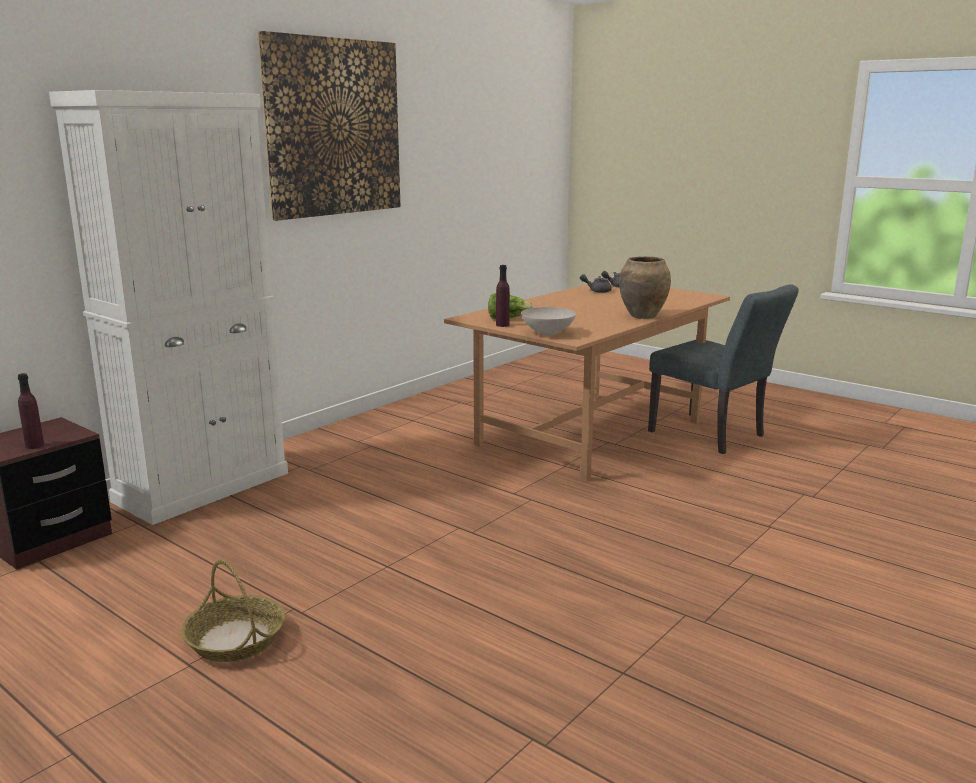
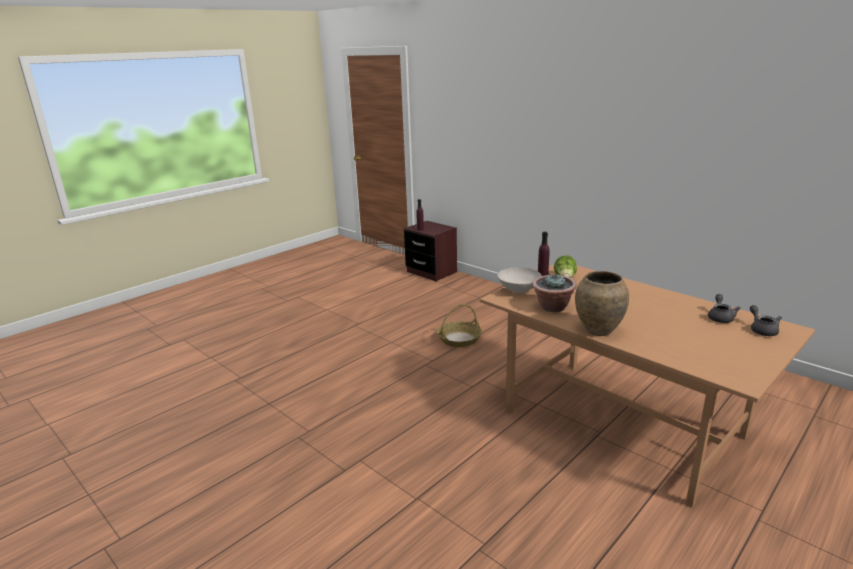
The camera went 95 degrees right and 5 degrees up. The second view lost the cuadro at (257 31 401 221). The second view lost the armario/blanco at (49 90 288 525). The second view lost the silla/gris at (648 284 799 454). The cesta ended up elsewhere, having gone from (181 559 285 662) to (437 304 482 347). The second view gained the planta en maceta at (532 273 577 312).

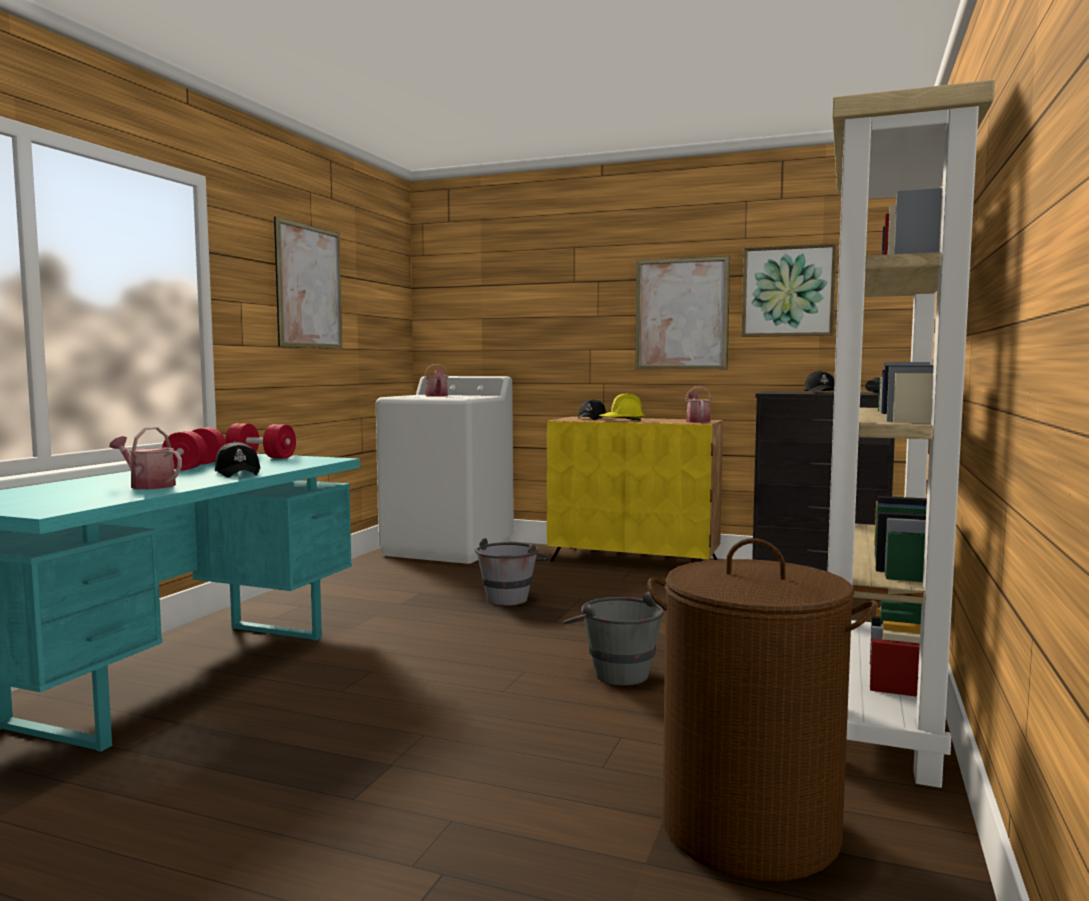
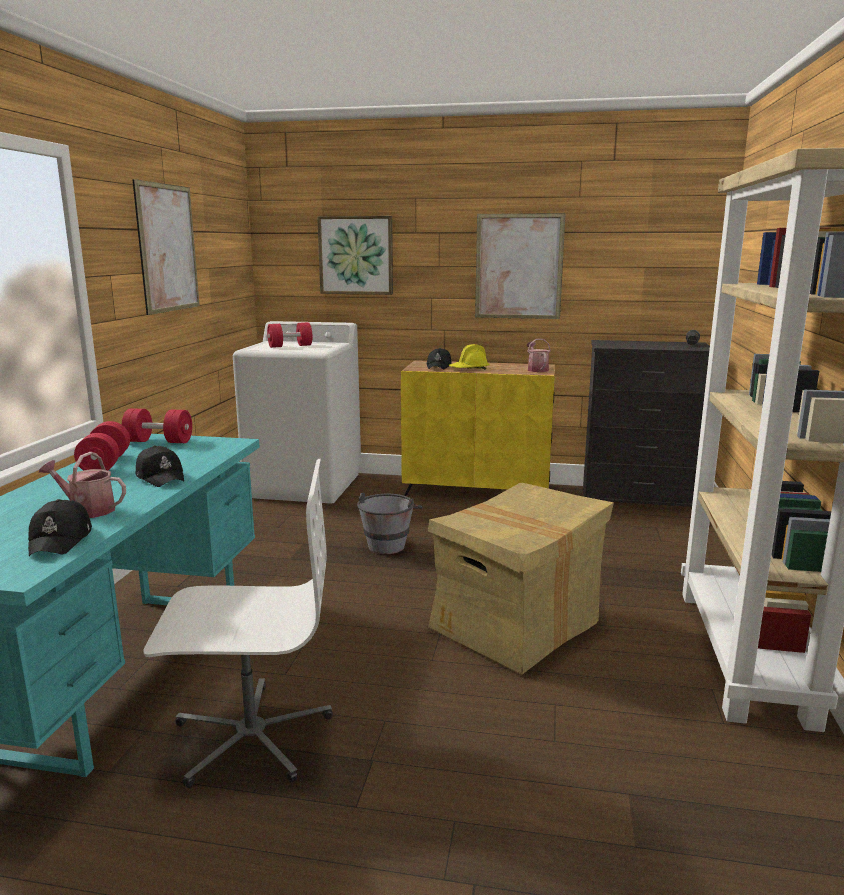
The camera went 10 degrees left and 10 degrees up. The cuadro ended up elsewhere, having gone from (741 243 836 337) to (317 216 393 295). Where the regadera stood at (424 364 449 397), the mancuerna/rojo came to stand at (267 322 312 348). The gorra/negro ended up elsewhere, having gone from (804 371 835 393) to (28 499 92 556). The second view lost the cesto de la ropa/marrón at (647 538 878 881). Where the cubo/gris stood at (563 591 664 685), the caja de cartón came to stand at (428 483 614 675). The second view gained the silla de oficina/blanco at (143 459 333 788).

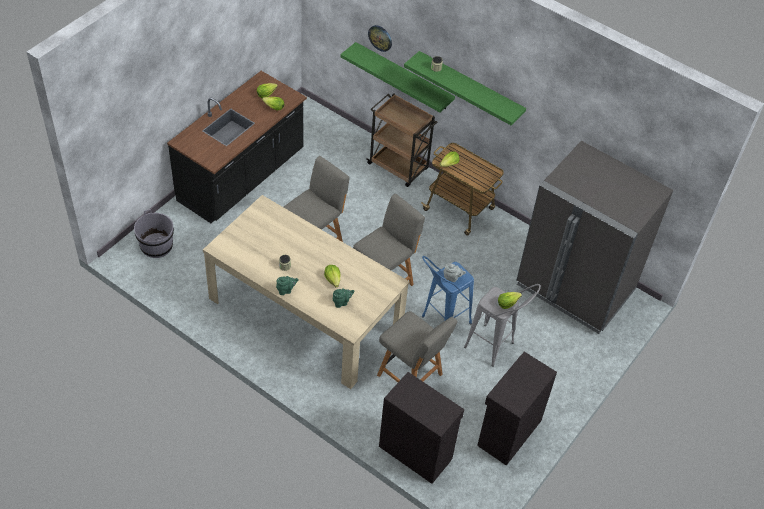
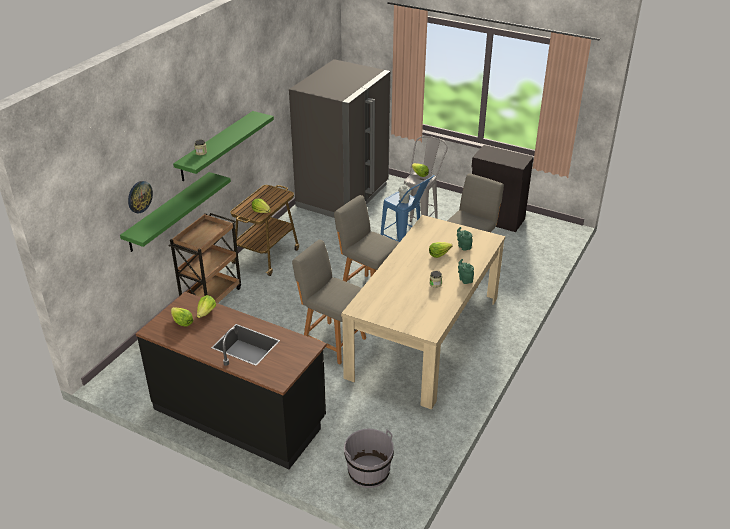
The camera went 95 degrees left and 15 degrees down. The second view lost the armario/negro at (379 372 464 484).

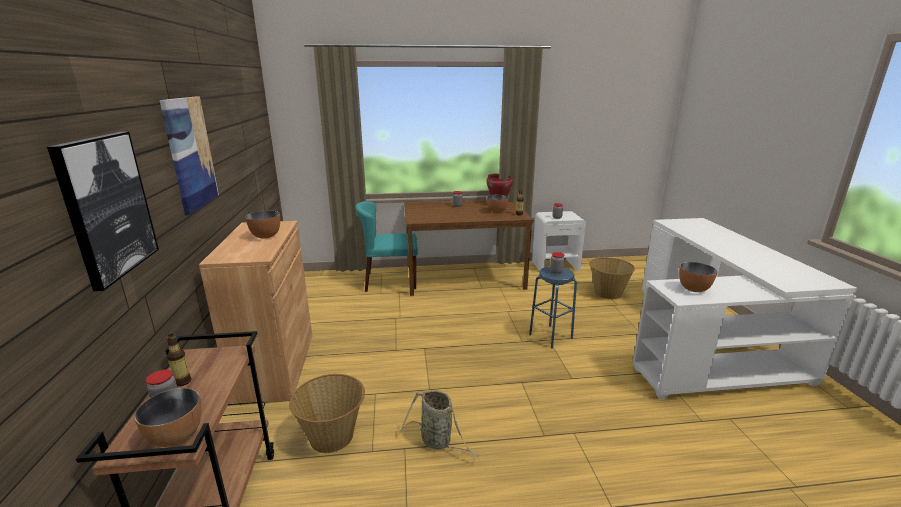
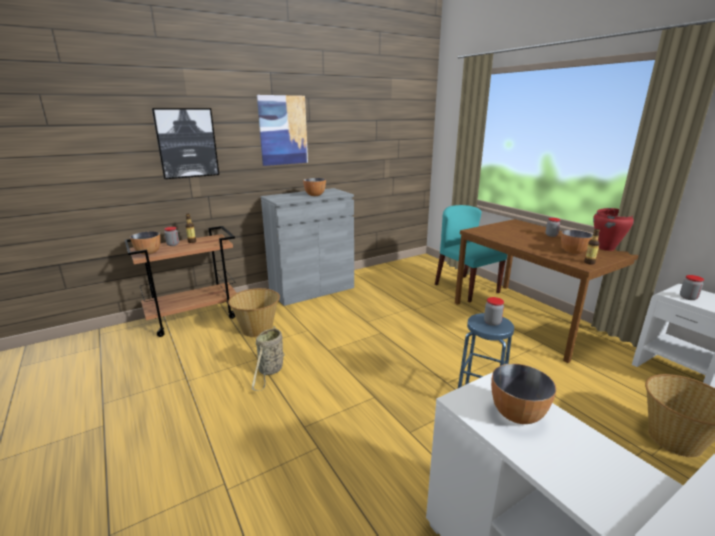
The camera went 65 degrees right and 0 degrees up. What was the armario/marrón at (199 221 312 404) turned into the armario/gris at (261 188 354 306).

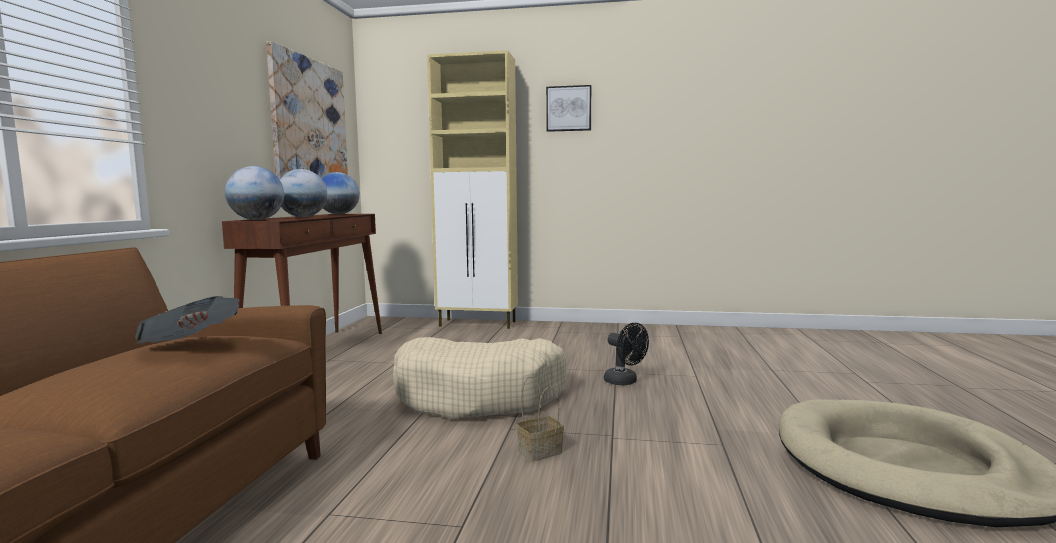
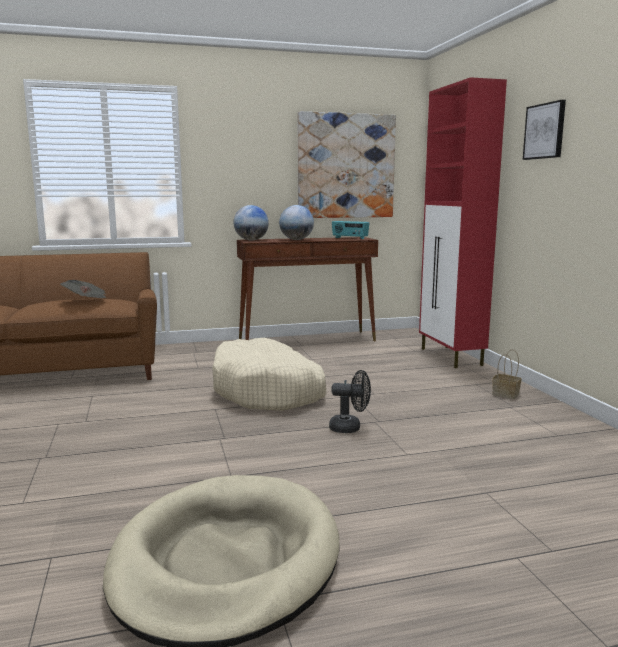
The camera went 65 degrees right and 5 degrees up. What was the armario/beis at (427 50 518 329) turned into the armario/rojo at (419 77 507 368). Where the globo terráqueo stood at (321 172 360 214), the radio came to stand at (332 221 370 239). The ventilador/negro at (604 323 649 385) ended up facing another way, 105 degrees counterclockwise from before. The cesta ended up elsewhere, having gone from (516 376 564 461) to (492 349 522 399).

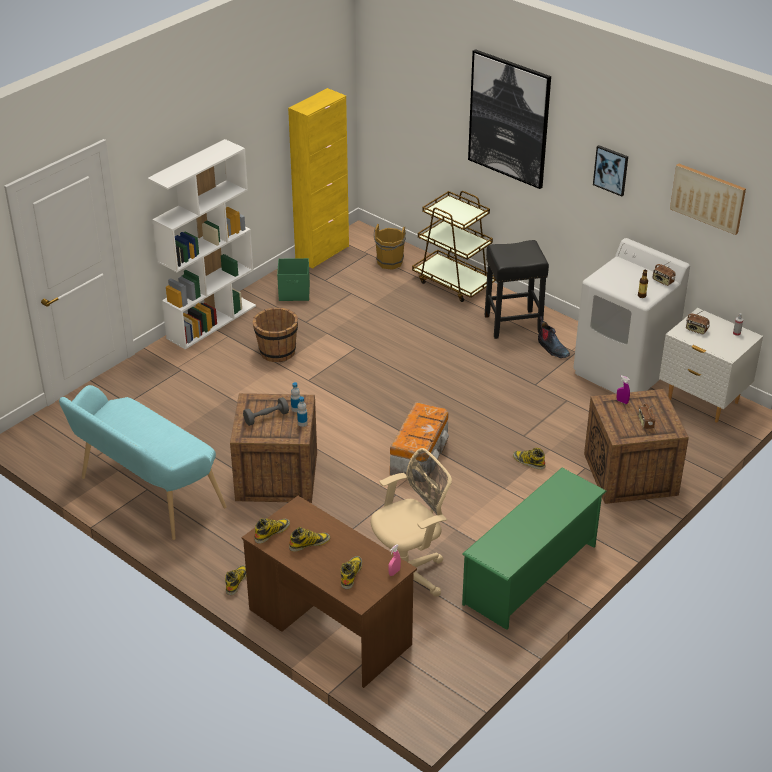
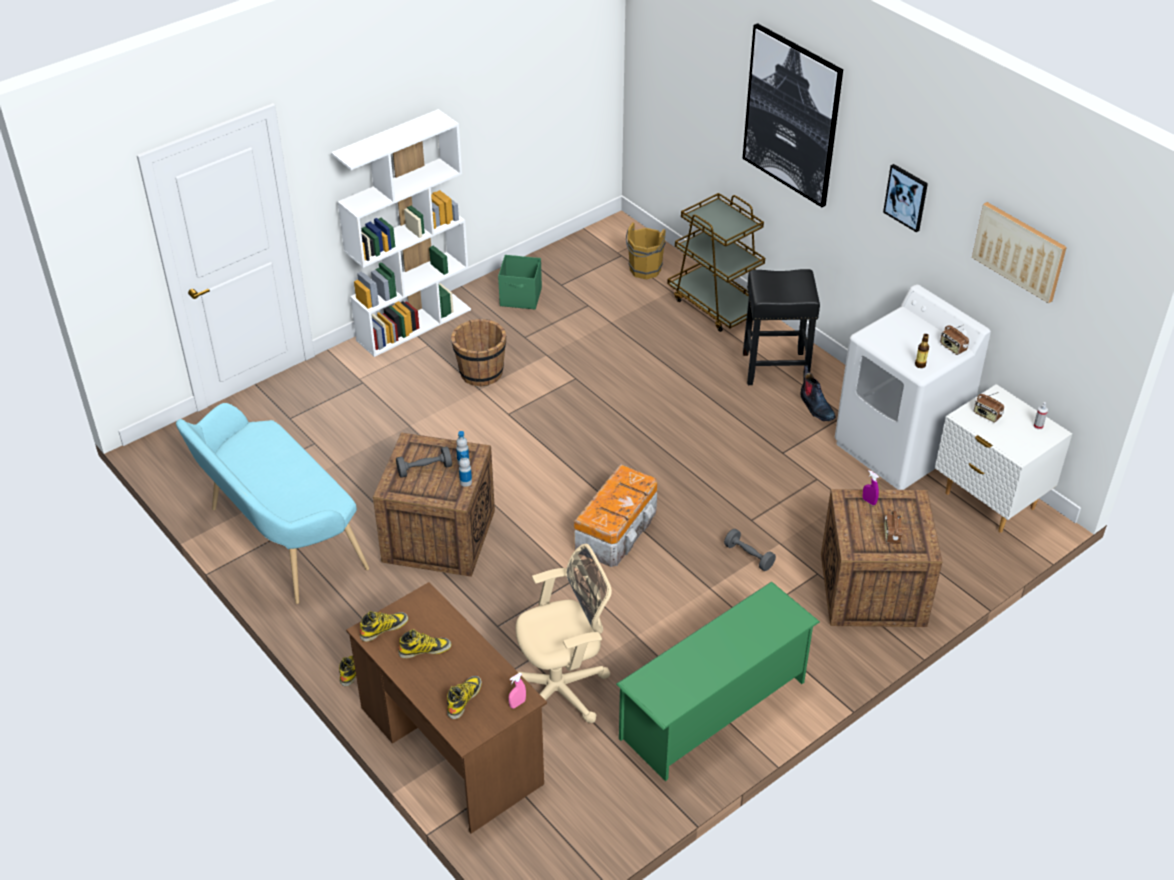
The camera went 10 degrees right and 5 degrees up. The second view lost the armario/amarillo at (288 88 349 268). Where the bota stood at (513 448 546 470), the mancuerna/gris came to stand at (724 529 776 571).

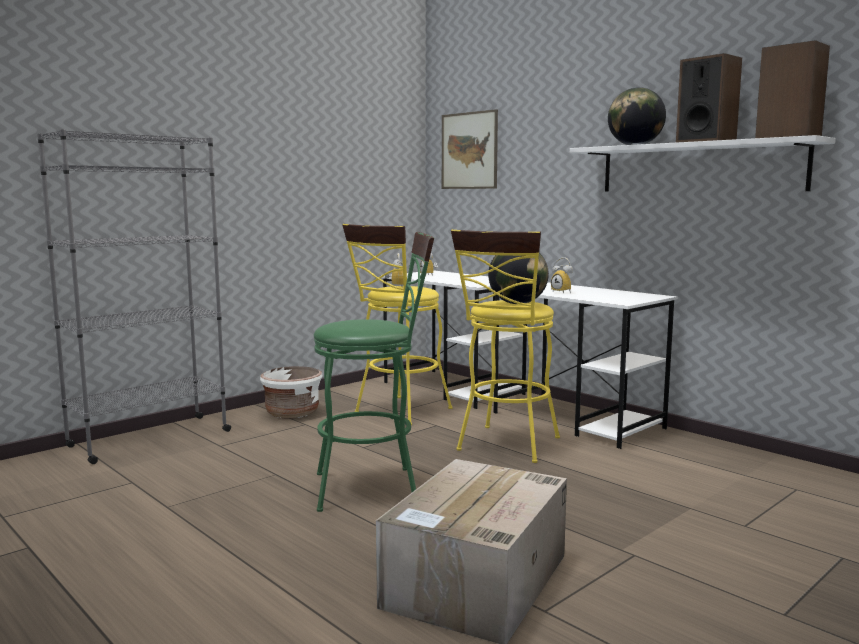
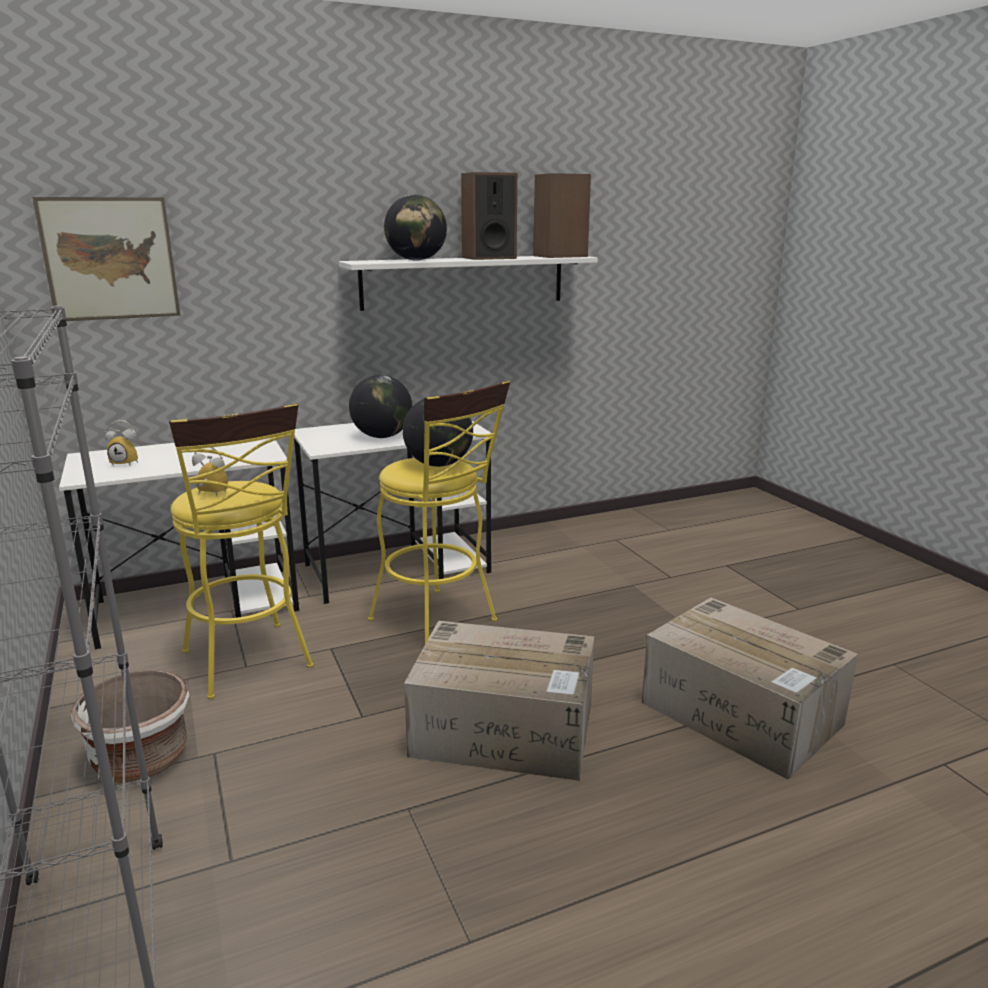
The camera went 70 degrees left and 10 degrees up. Where the taburete/verde stood at (314 232 434 512), the caja de cartón came to stand at (404 621 594 781). Where the despertador stood at (551 257 573 294), the globo terráqueo came to stand at (349 375 412 438).

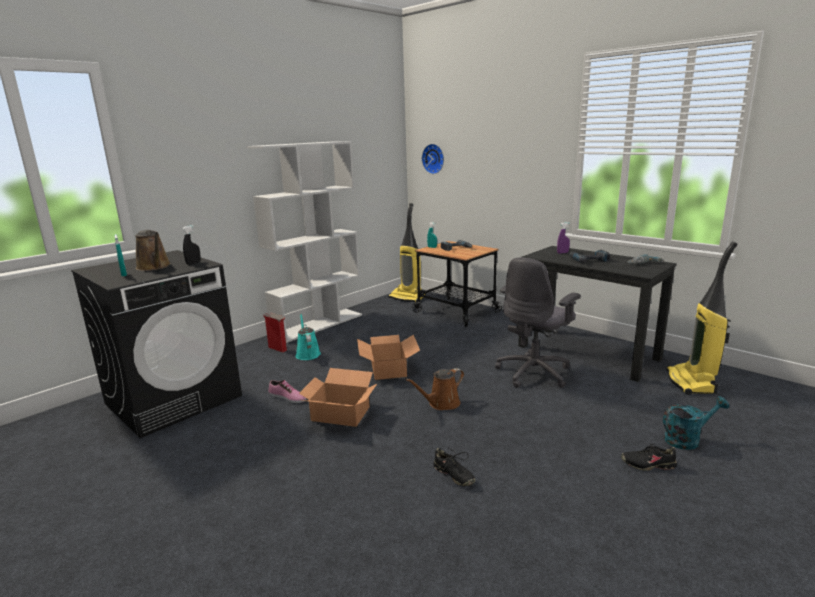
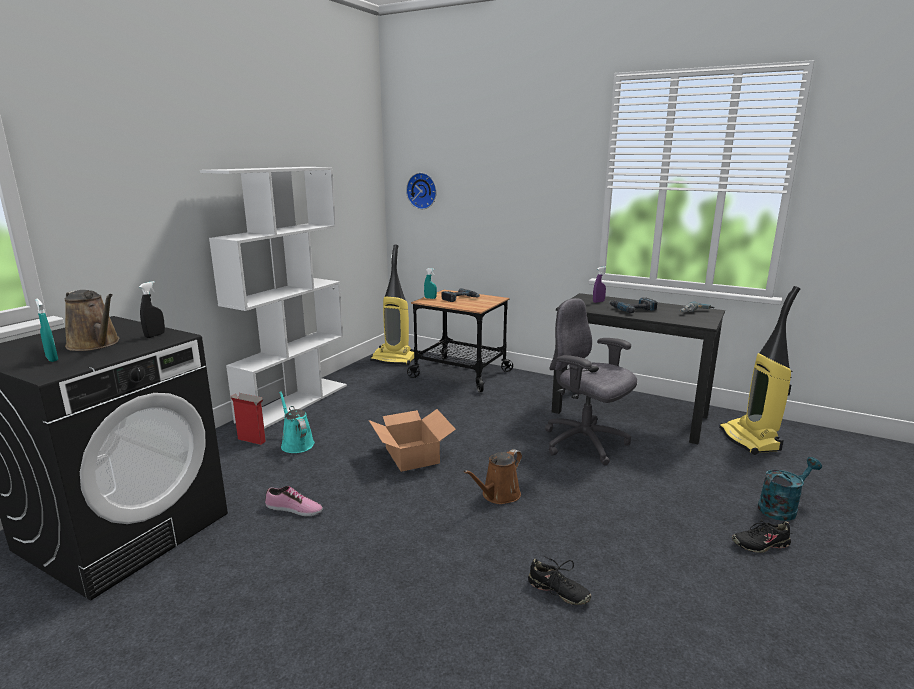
The camera went 15 degrees left and 0 degrees up. The silla de oficina/gris at (495 258 581 388) ended up facing another way, 105 degrees clockwise from before. The second view lost the caja de cartón at (299 368 377 427).

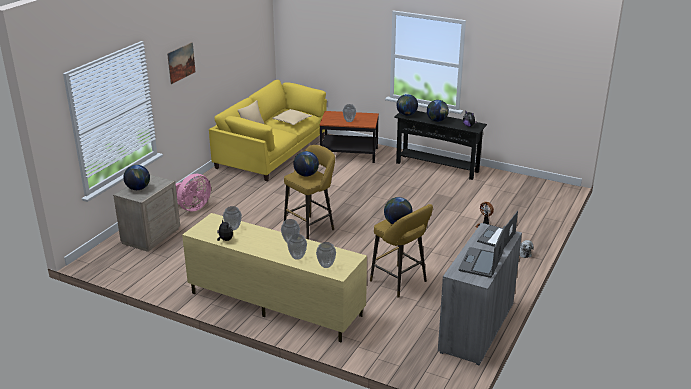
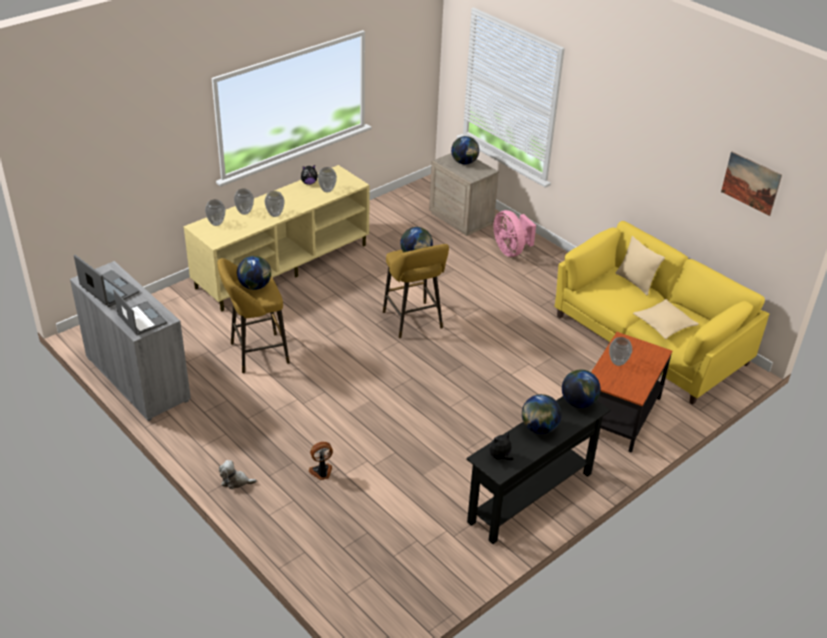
The camera went 110 degrees right and 10 degrees up. The cuadro ended up elsewhere, having gone from (167 42 195 84) to (721 152 782 216).

